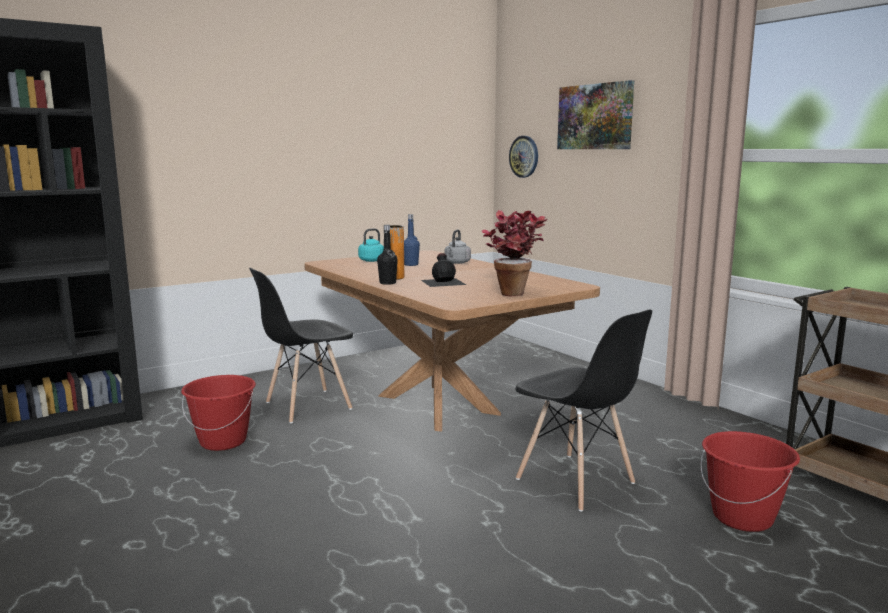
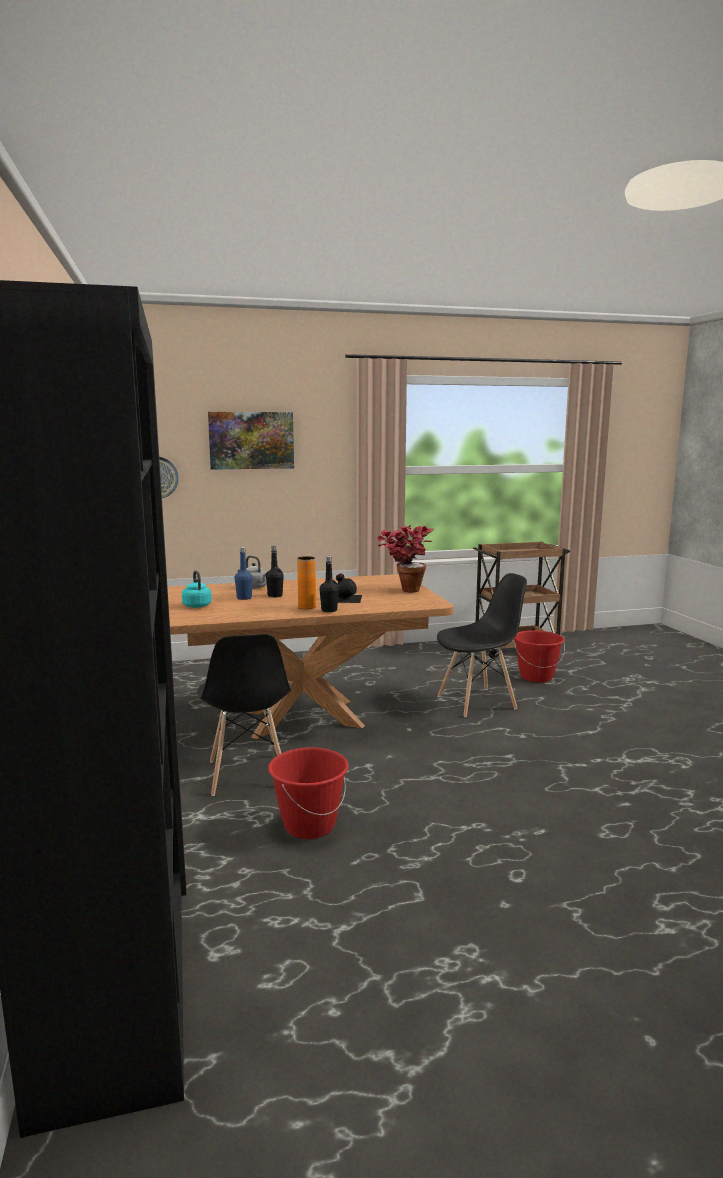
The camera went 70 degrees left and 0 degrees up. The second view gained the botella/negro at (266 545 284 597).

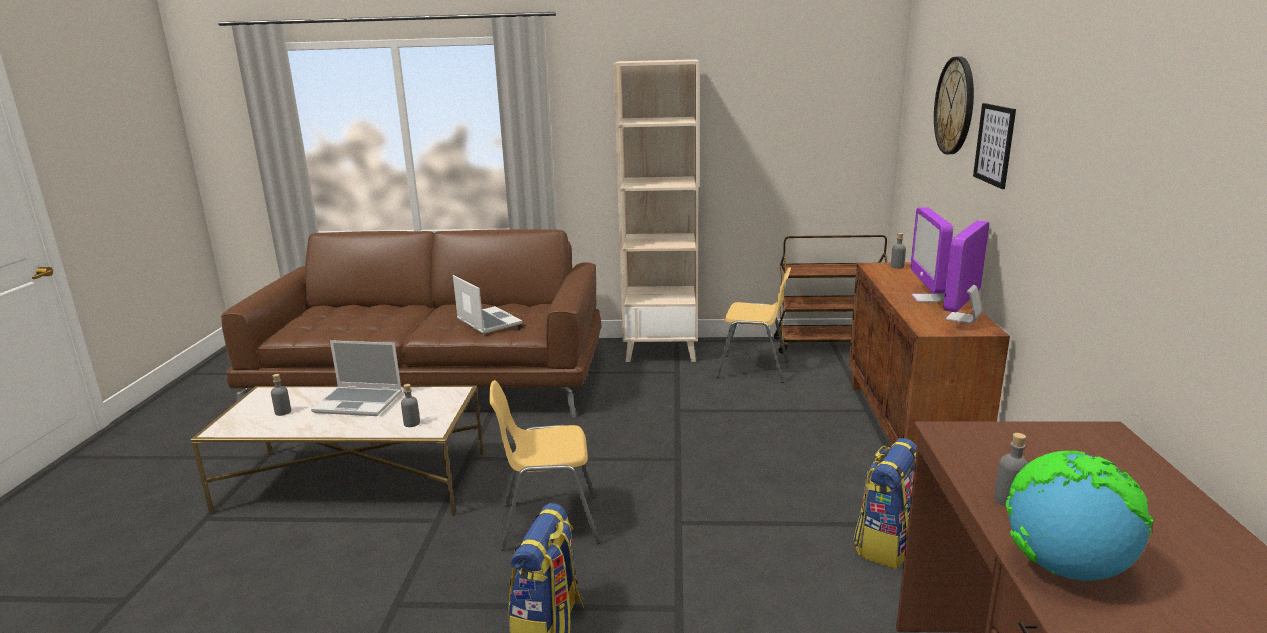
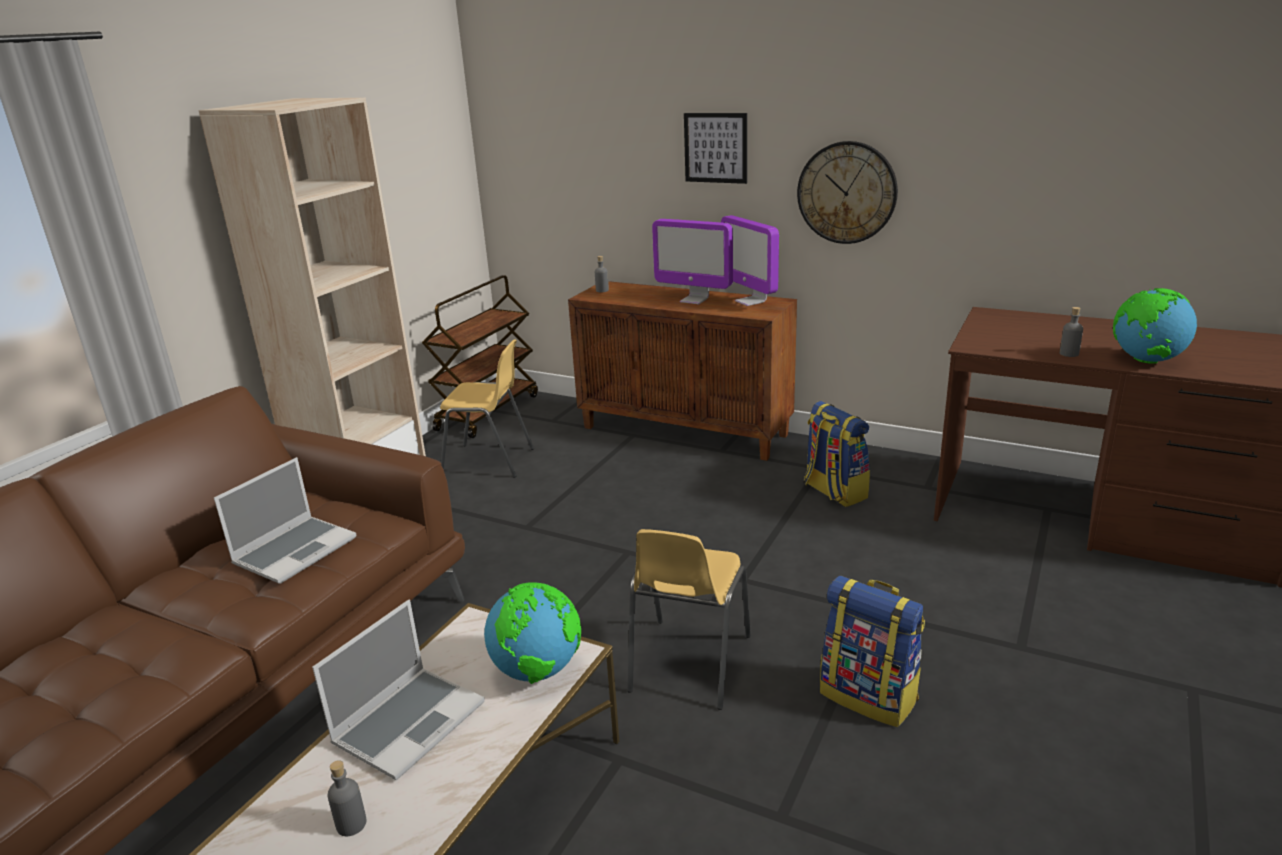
The camera went 65 degrees left and 5 degrees up. The reloj de pared ended up elsewhere, having gone from (934 56 974 154) to (797 141 898 244). The silla/amarillo at (716 267 791 383) ended up facing another way, 60 degrees clockwise from before. The portátil at (453 275 522 334) ended up facing another way, 135 degrees clockwise from before. Where the botella/gris stood at (401 384 420 427), the globo terráqueo came to stand at (484 582 581 684).

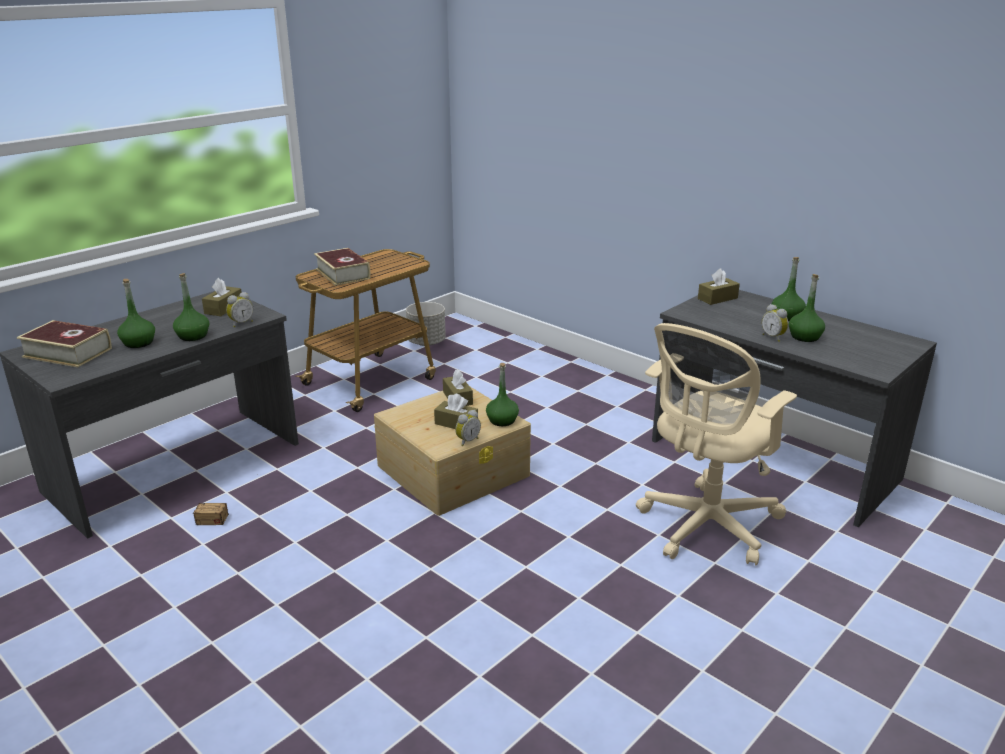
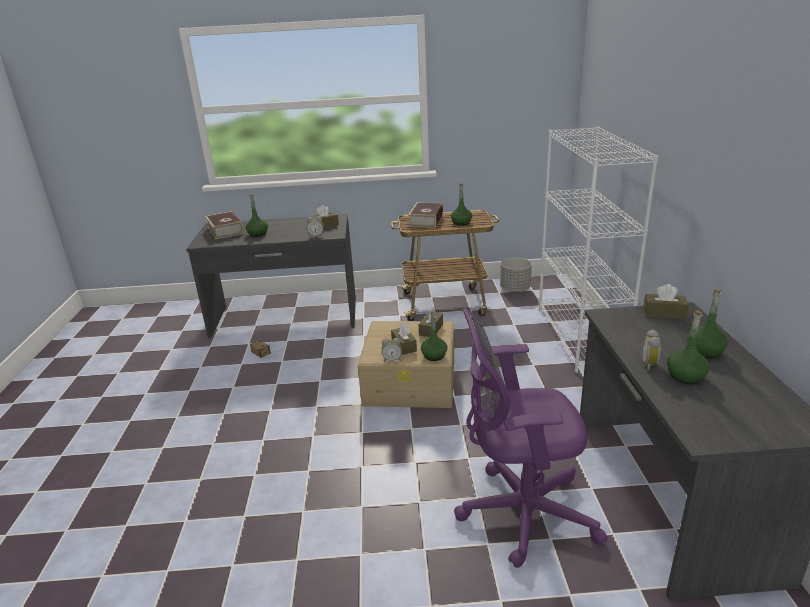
The camera went 45 degrees right and 0 degrees up. The botella/verde ended up elsewhere, having gone from (173 273 209 341) to (451 183 472 226). What was the silla de oficina/beis at (636 323 797 566) turned into the silla de oficina/morado at (454 308 608 568). The second view gained the estantería/blanco at (539 127 658 373).

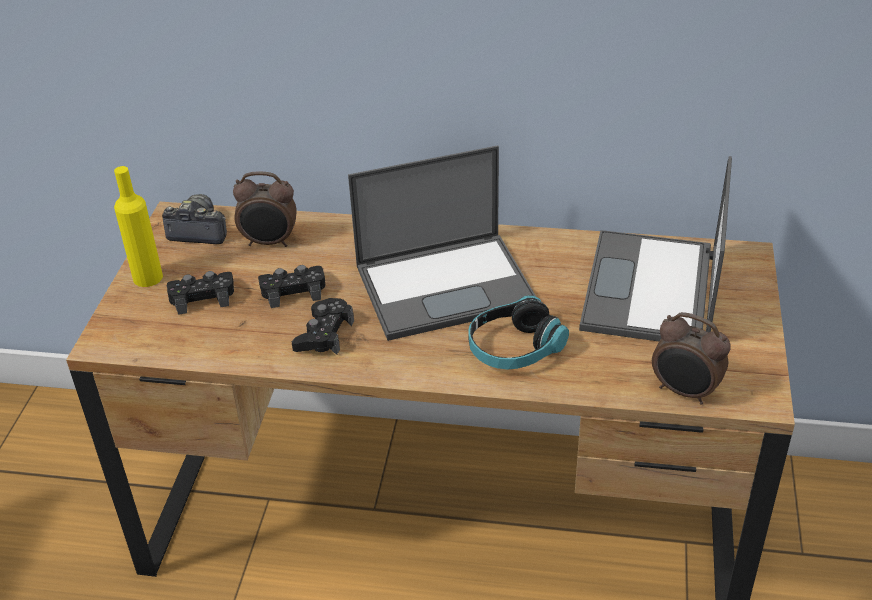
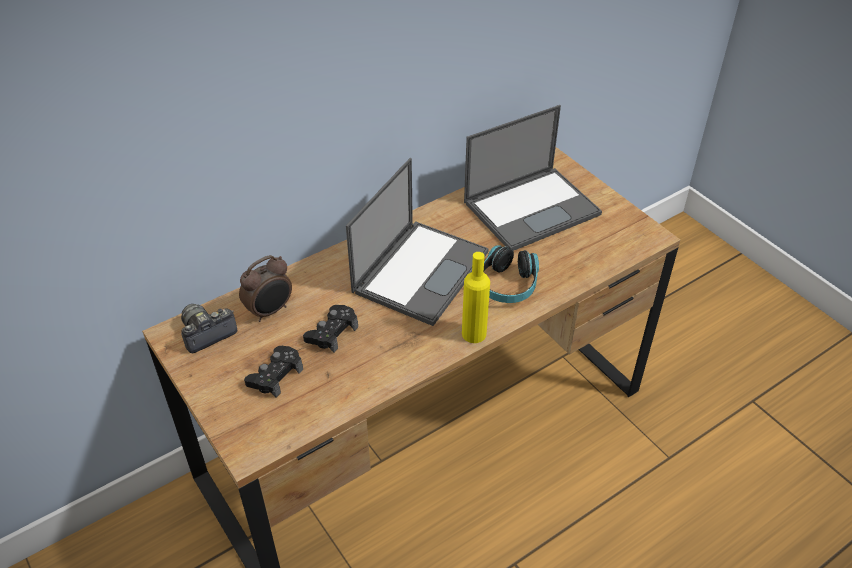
The camera went 45 degrees left and 5 degrees up. The portátil at (579 156 732 341) ended up facing another way, 90 degrees counterclockwise from before. The botella/amarillo ended up elsewhere, having gone from (114 166 163 287) to (462 252 490 343). The second view lost the mando de consola/negro at (292 298 354 355). The second view lost the despertador at (652 312 731 405).

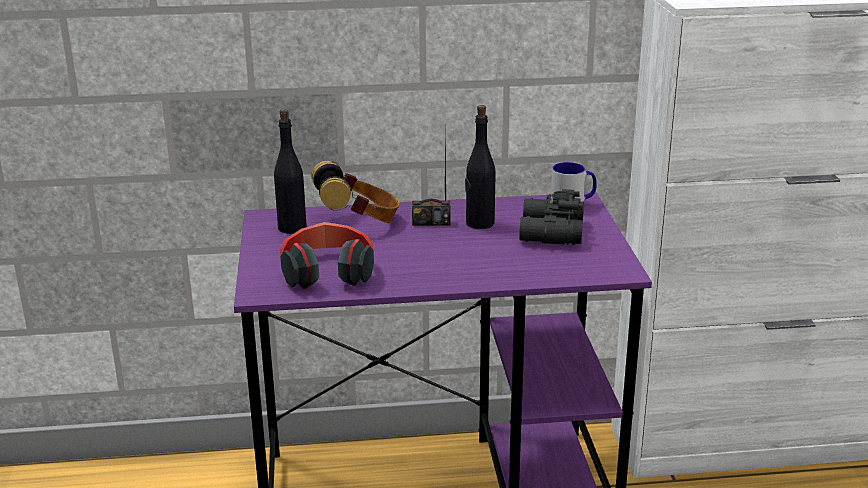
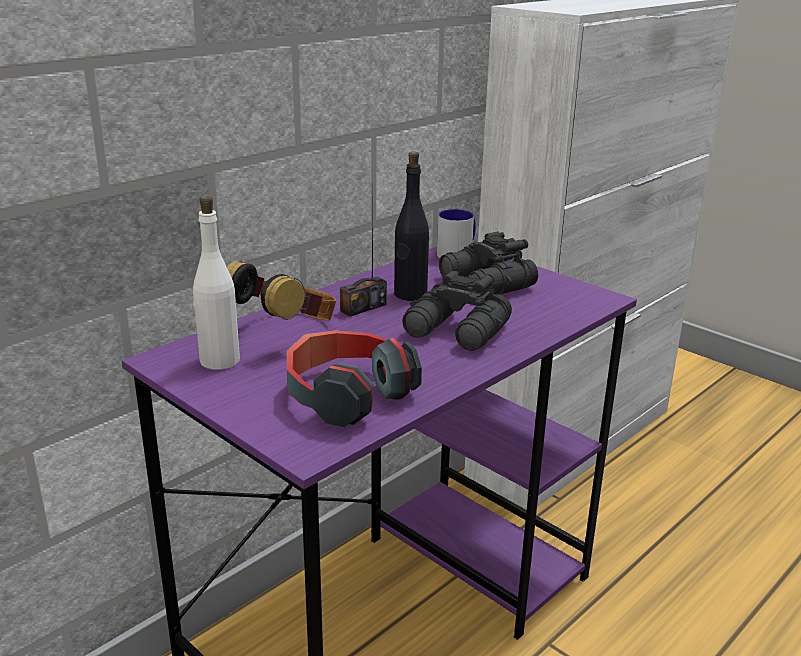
The camera went 40 degrees left and 0 degrees up. What was the botella/negro at (274 109 307 234) turned into the botella/blanco at (193 196 240 370). The second view gained the prismáticos/negro at (402 271 512 351).

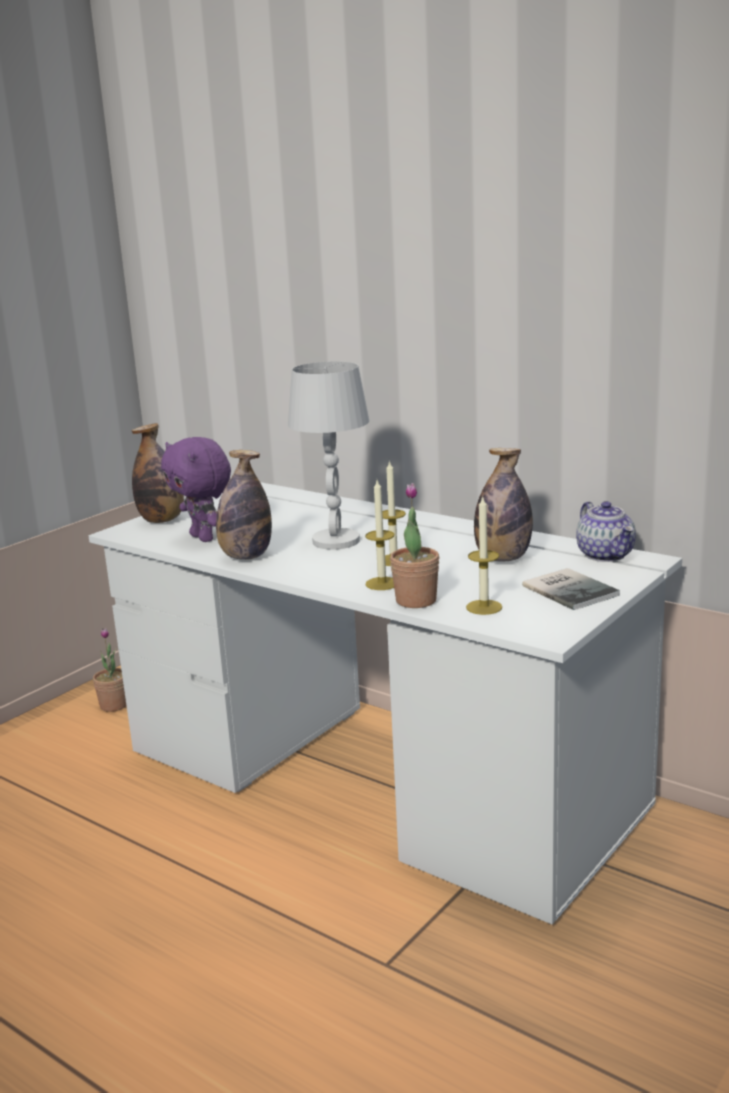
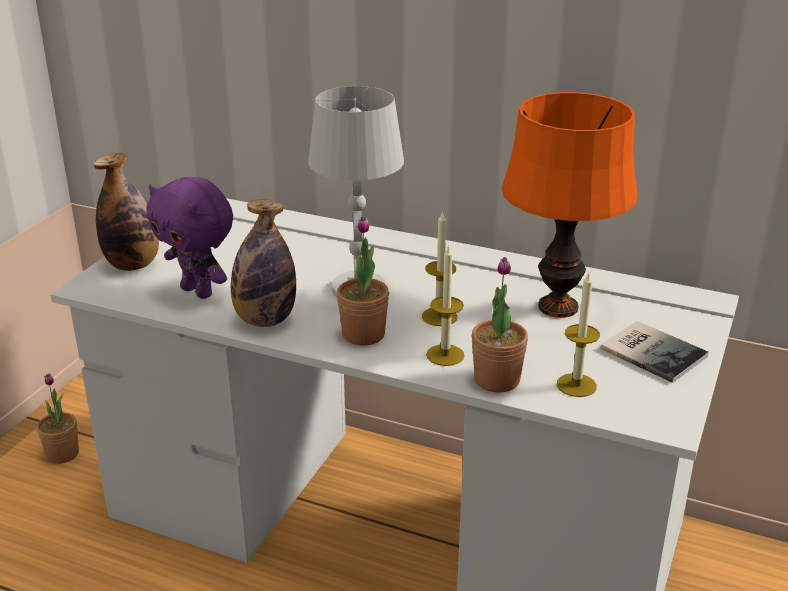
The camera went 15 degrees left and 10 degrees up. Where the botella stood at (474 448 533 562), the lámpara de mesa/naranja came to stand at (502 92 638 318). The second view lost the tetera at (576 501 636 562). The second view gained the planta en maceta at (337 217 389 346).

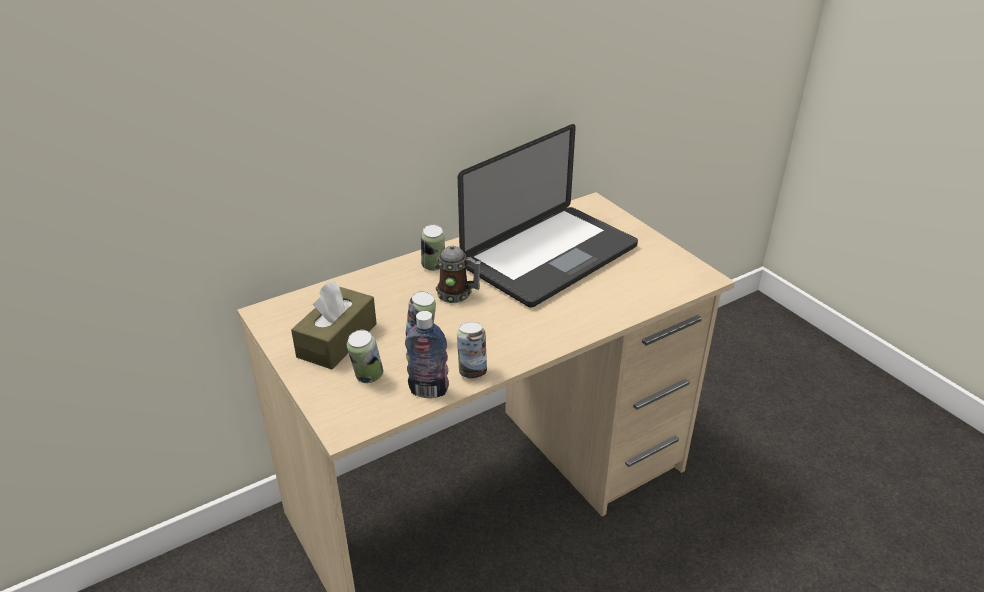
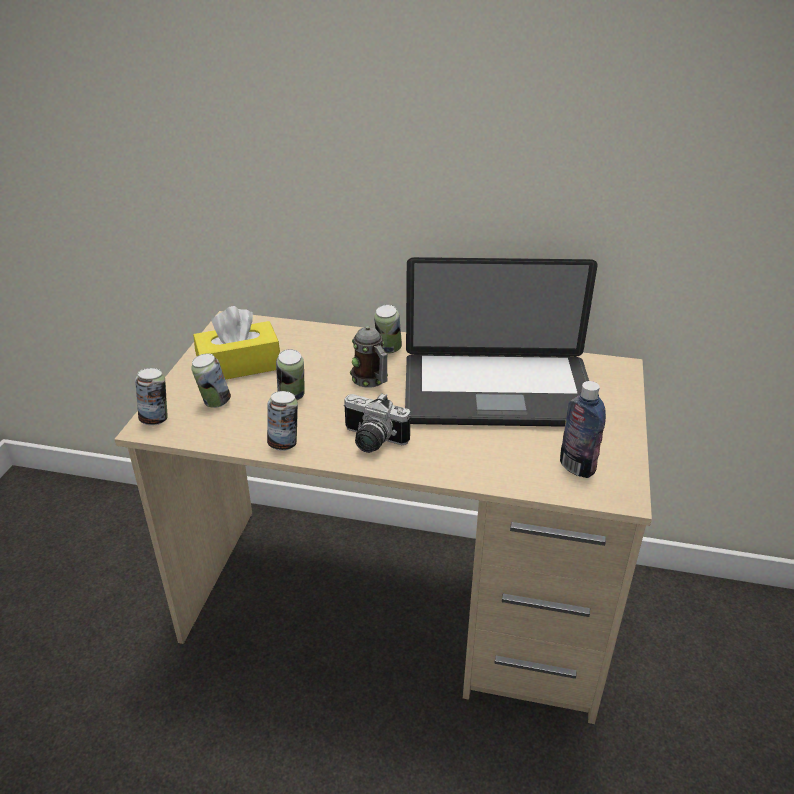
The camera went 45 degrees right and 0 degrees up. What was the caja de pañuelos/marrón at (291 281 377 369) turned into the caja de pañuelos/amarillo at (193 306 280 380). The botella ended up elsewhere, having gone from (405 311 449 398) to (560 381 606 478). The second view gained the lata at (135 368 168 426). The second view gained the cámara at (344 393 411 453).

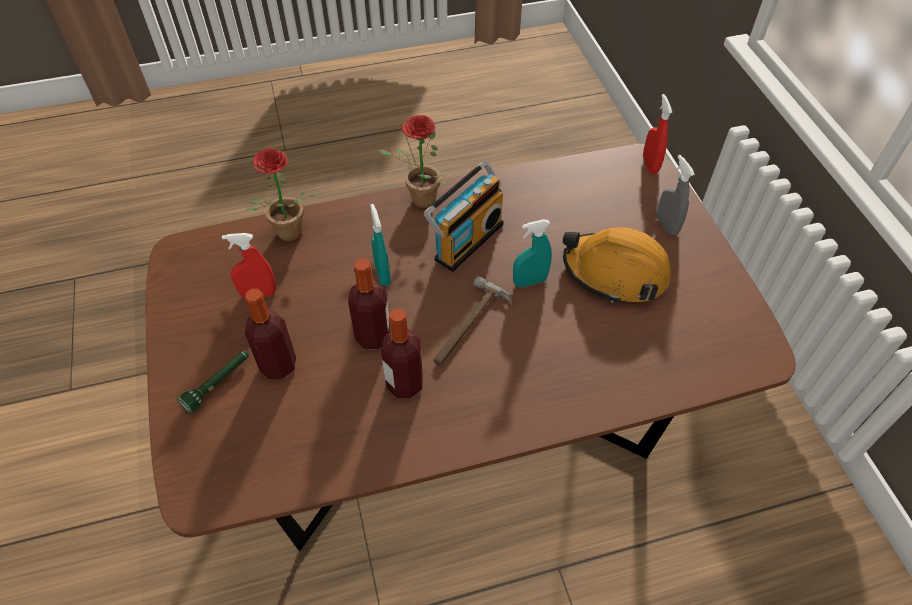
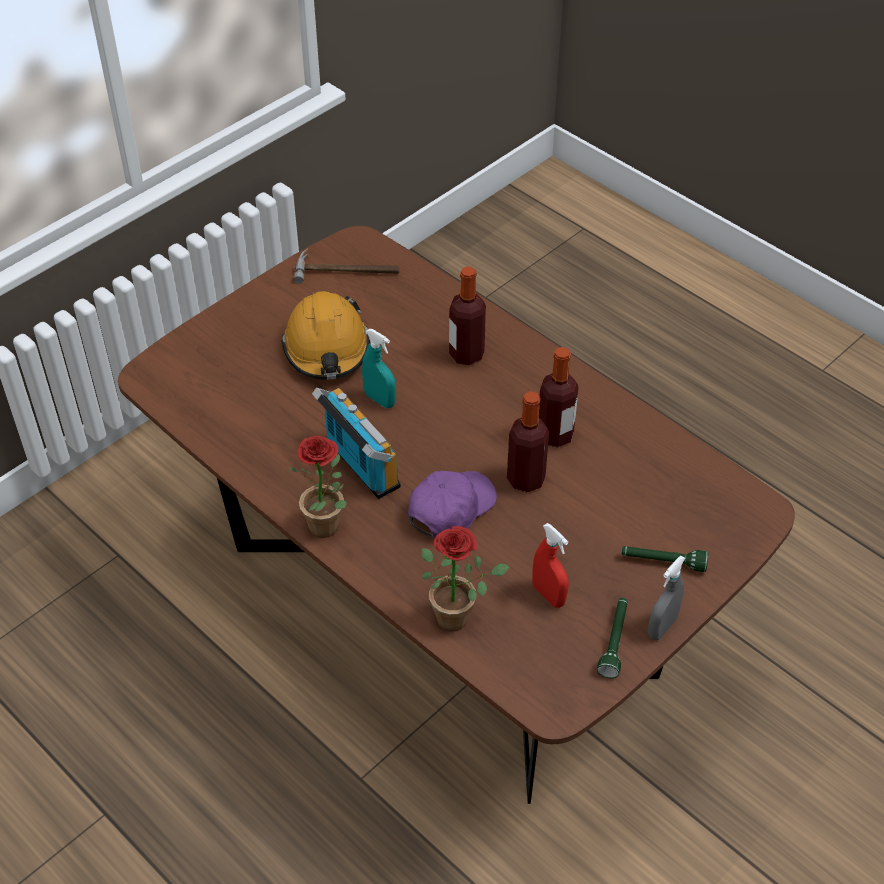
The camera went 120 degrees left and 5 degrees down. The second view lost the pulverizador/rojo at (643 94 672 174). The pulverizador/gris ended up elsewhere, having gone from (657 155 695 236) to (648 555 685 640). The radio at (423 161 504 272) ended up facing another way, 45 degrees clockwise from before. Where the pulverizador/turquesa stood at (370 204 391 286), the gorra/morado came to stand at (408 471 497 539). The martillo ended up elsewhere, having gone from (434 276 513 365) to (294 249 400 284). The botella ended up elsewhere, having gone from (245 289 296 379) to (449 266 486 365). The second view gained the linterna/verde at (597 598 628 678).

